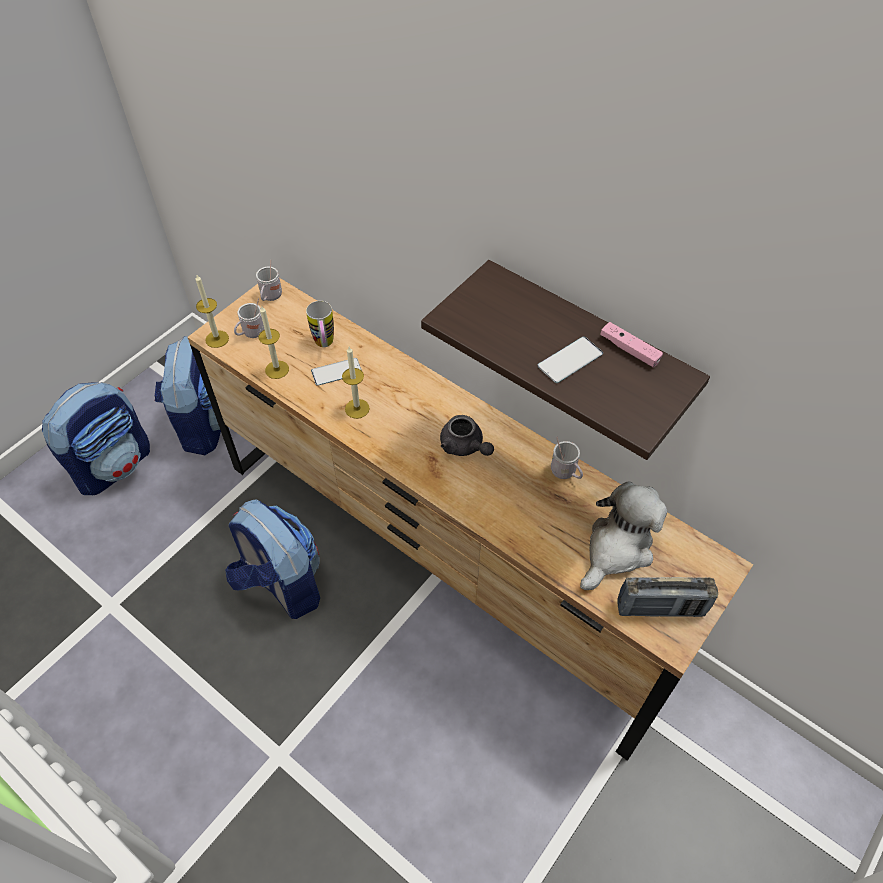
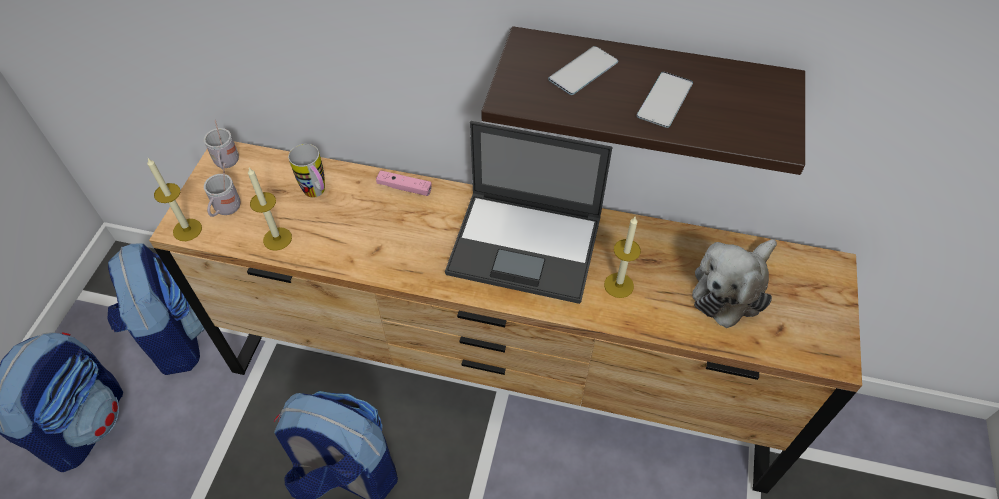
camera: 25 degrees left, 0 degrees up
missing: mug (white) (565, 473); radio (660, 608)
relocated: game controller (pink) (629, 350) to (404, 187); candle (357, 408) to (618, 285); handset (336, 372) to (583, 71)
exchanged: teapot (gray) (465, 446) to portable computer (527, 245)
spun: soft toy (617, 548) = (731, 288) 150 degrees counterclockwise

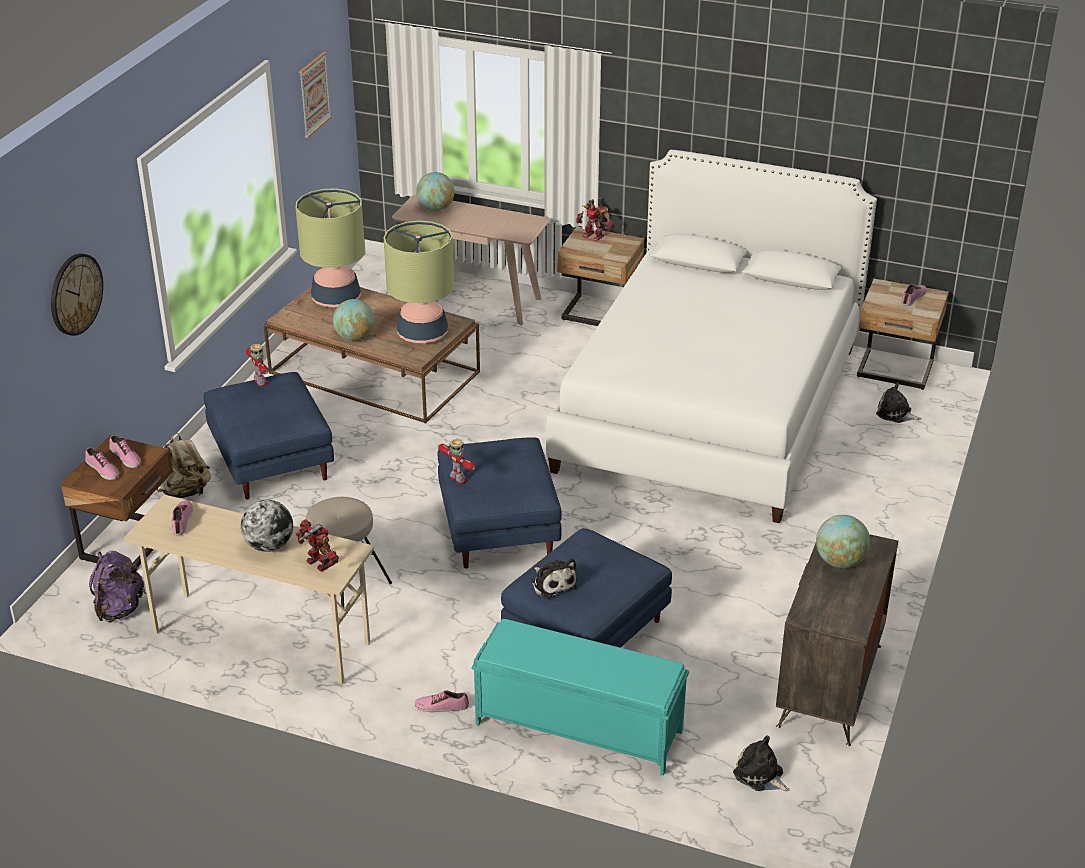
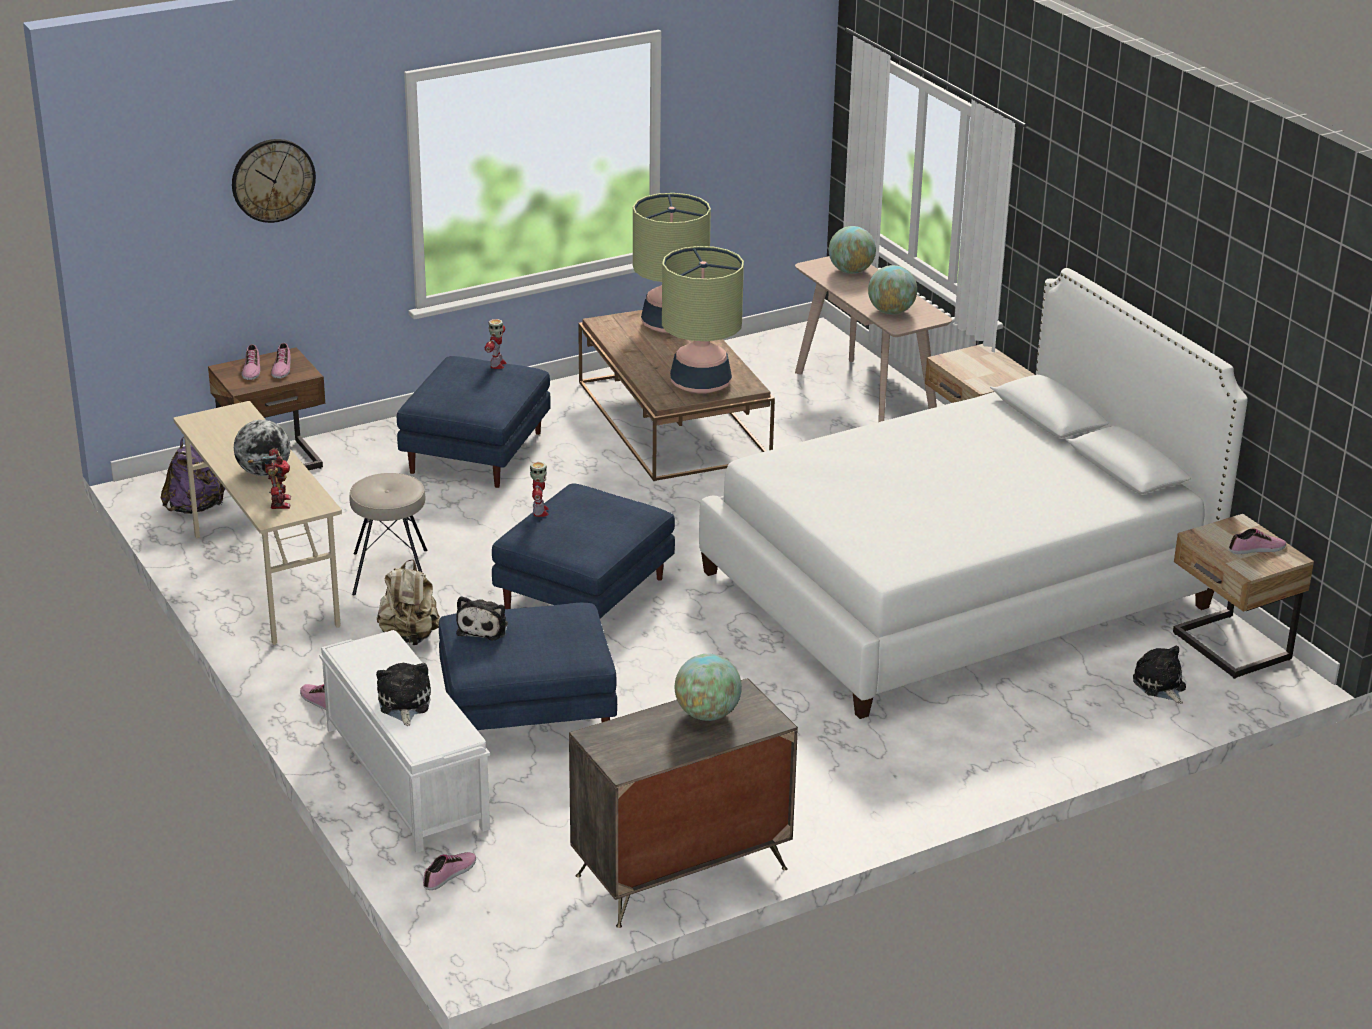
camera: 40 degrees right, 5 degrees down
missing: wall art (313, 94); model robot (594, 235)
relocated: world globe (355, 337) to (891, 312); backpack (beige) (185, 491) to (410, 636); shoe (182, 520) to (450, 874); soft toy (760, 775) to (404, 704)
colour: indoor bench (turquoise) (577, 727) to indoor bench (white) (405, 777)

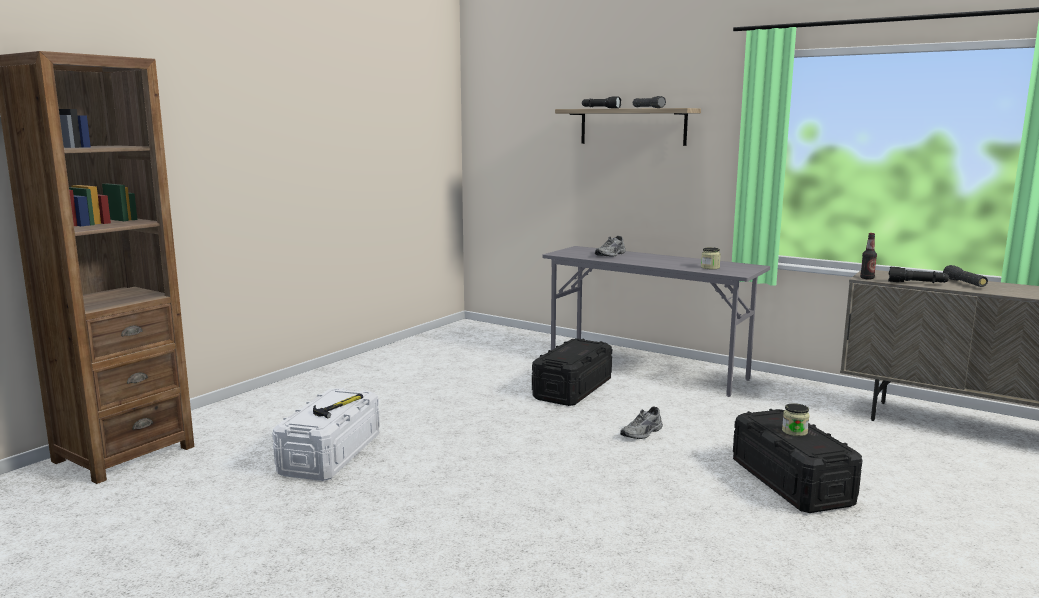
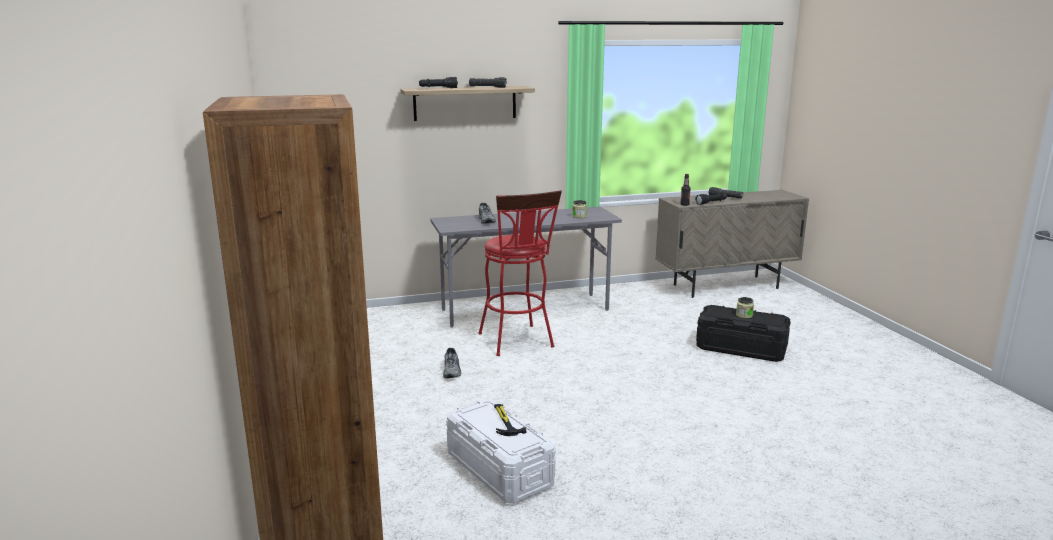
camera: 50 degrees left, 5 degrees up
relocated: shoe (gray) (643, 433) to (452, 371)
exchanged: storage box (blackish) (572, 389) to sitting stool (reddish) (518, 342)

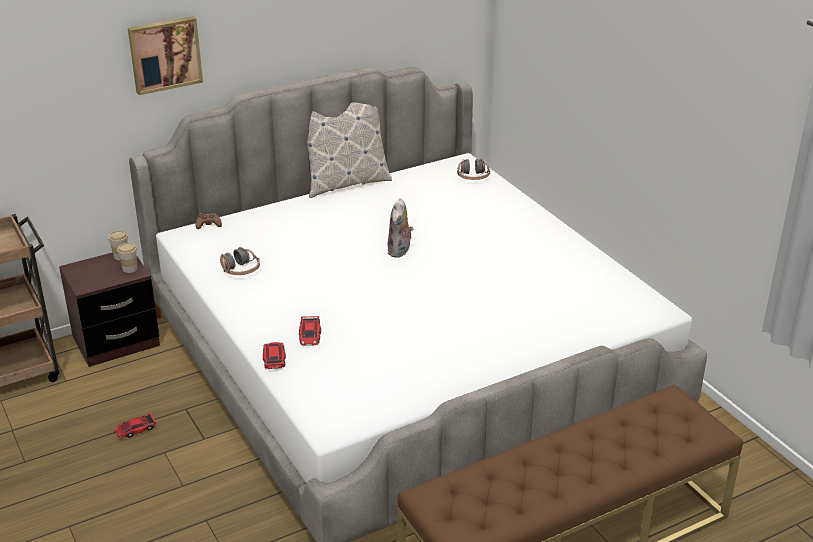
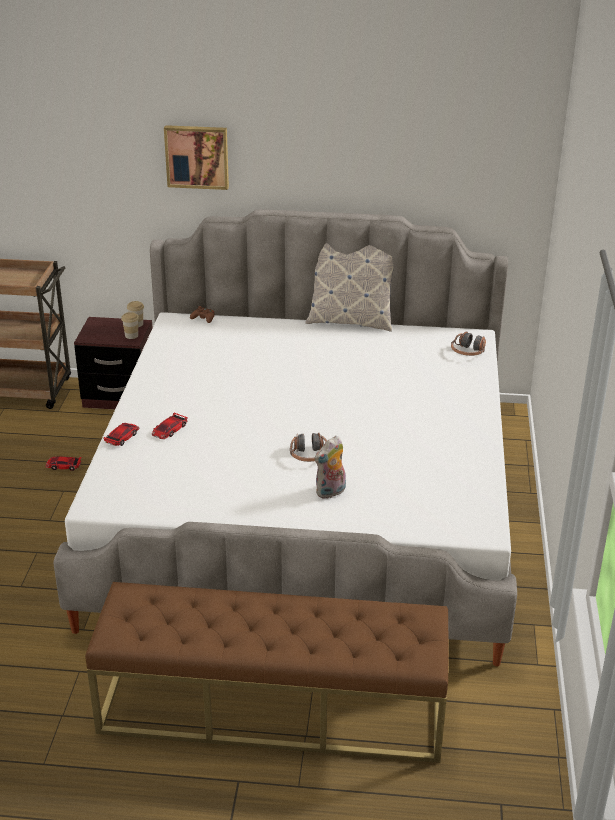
camera: 35 degrees right, 0 degrees up
relocated: soft toy (400, 251) to (331, 492); headset (240, 270) to (309, 455)

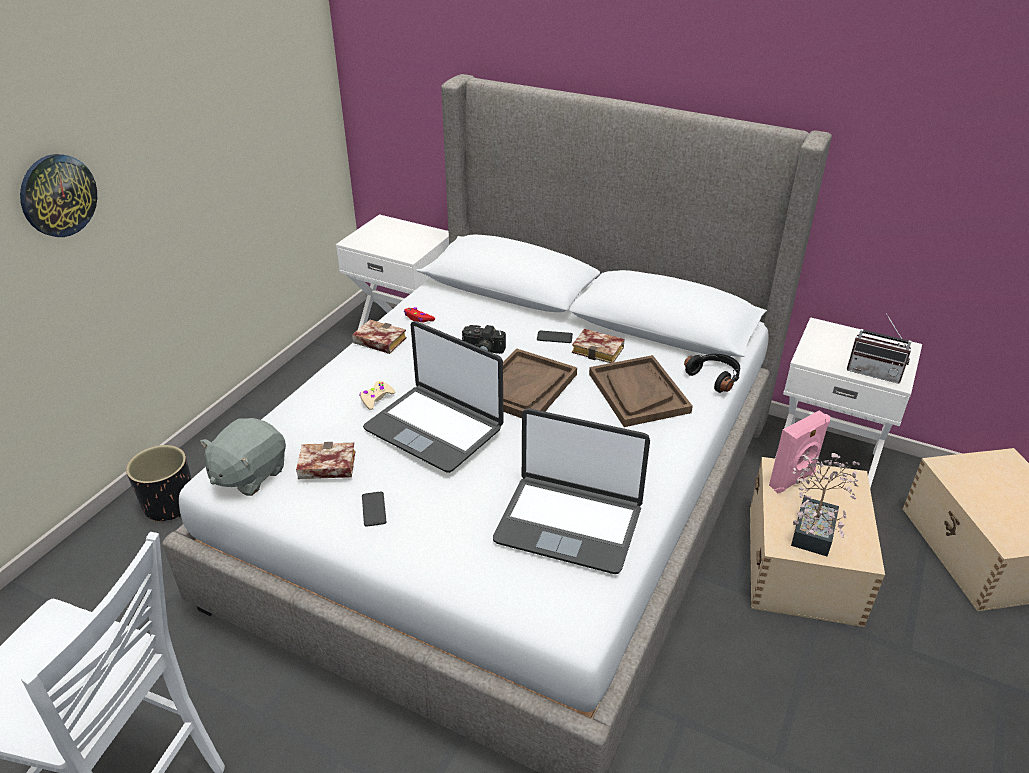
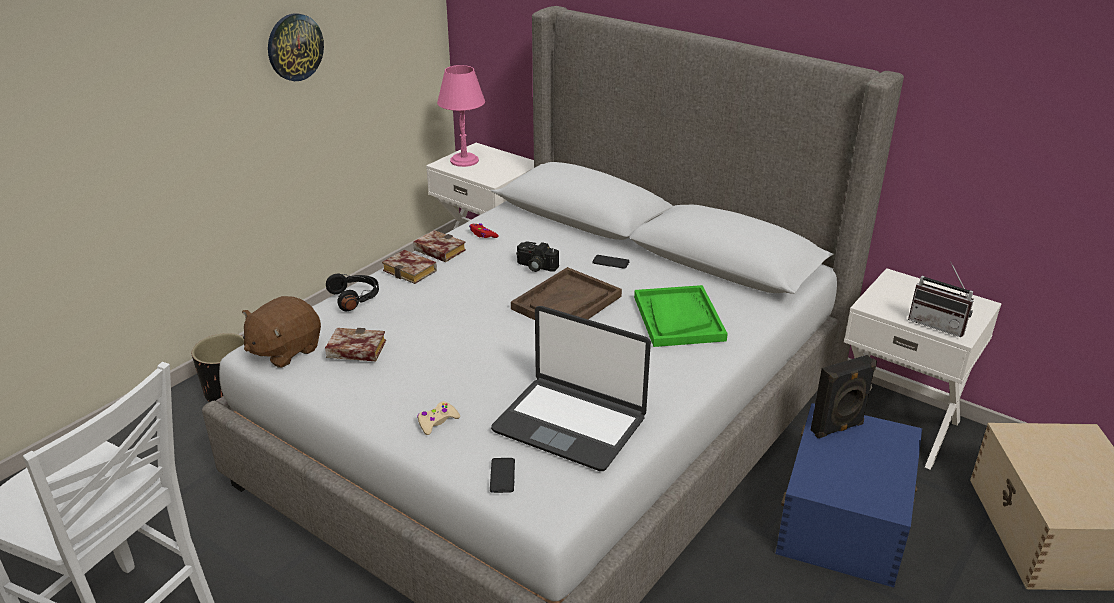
camera: 10 degrees right, 5 degrees down
missing: portable computer (434, 428); houseplant (815, 528)
appeared: lamp for a table (pink) (464, 161)
relocated: hanging clock (58, 195) to (294, 47); volume (600, 350) to (412, 271); headset (blackish) (715, 377) to (355, 298); game controller (beige) (376, 398) to (437, 422); handset (374, 509) to (502, 475)
colour: serving tray (brown) (638, 393) to serving tray (greenish) (678, 318); loudspeaker (pink) (793, 480) to loudspeaker (blackish) (838, 428); soft toy (gray) (249, 474) to soft toy (brown) (284, 350); storage box (beige) (803, 561) to storage box (bluish) (845, 517)

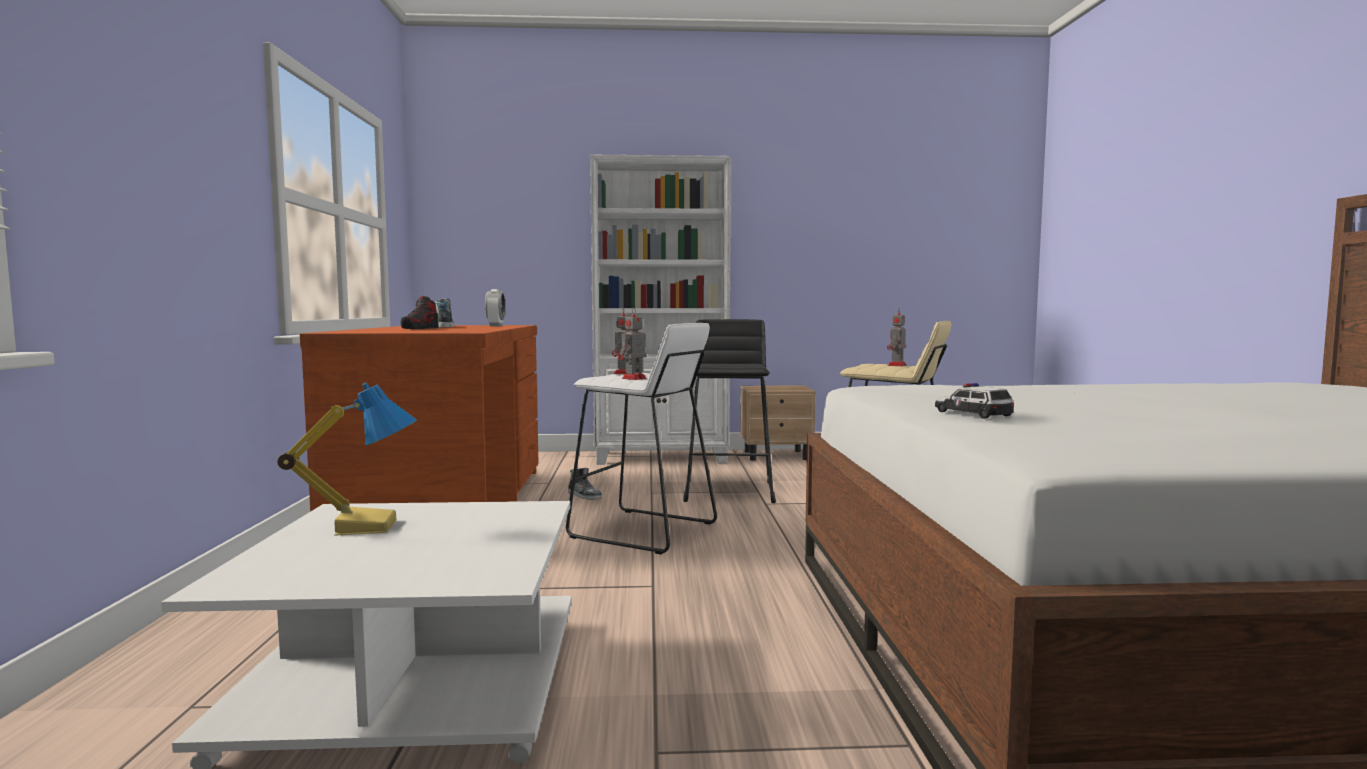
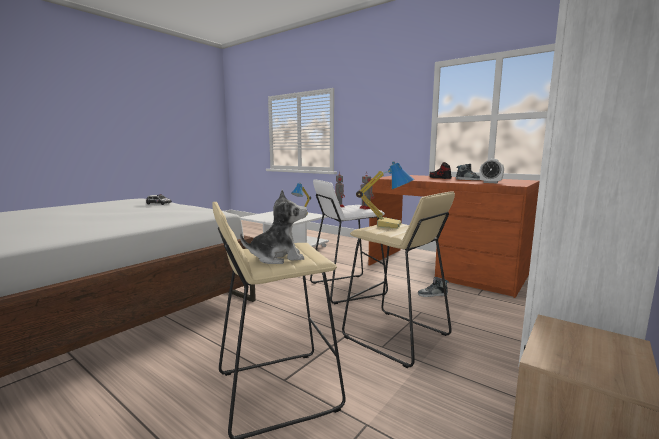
camera: 130 degrees right, 5 degrees up
appeared: lamp for a table (388, 225)
exchanged: model robot (896, 365) to soft toy (277, 258)
colour: sitting stool (blackish) (730, 491) to sitting stool (beige) (396, 337)

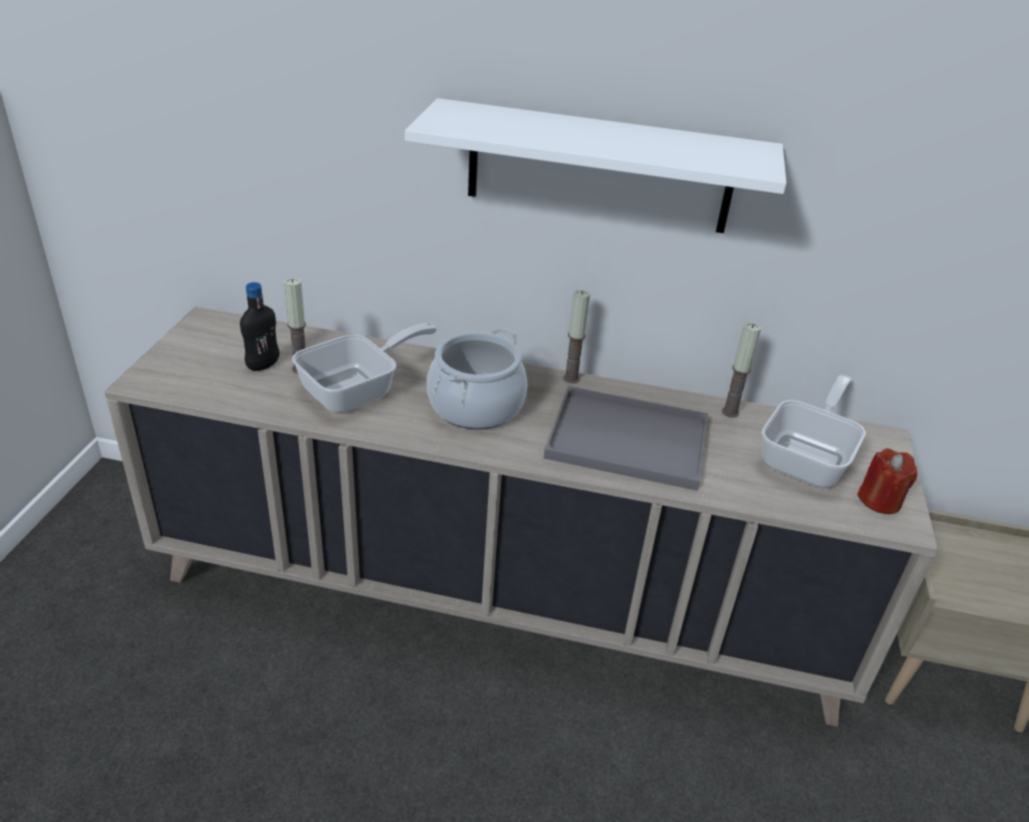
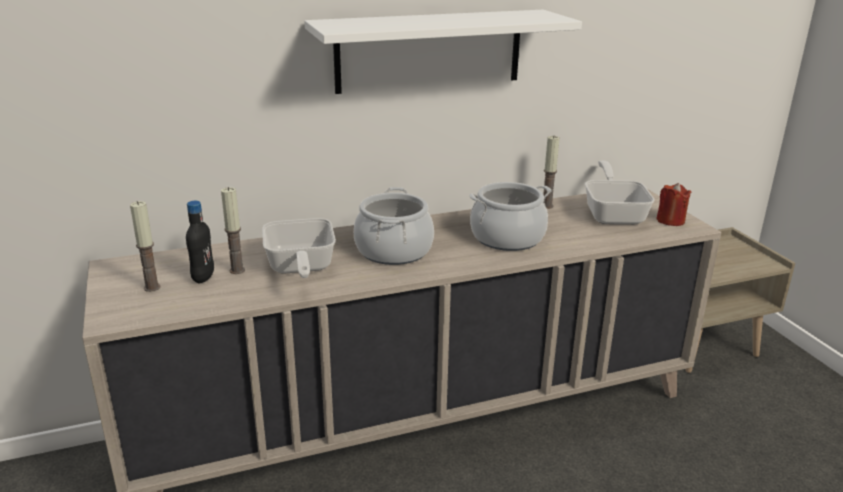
camera: 30 degrees left, 10 degrees down
relocated: candle (571, 378) to (152, 287)
exchanged: serving tray (gray) (624, 440) to stockpot (507, 238)
spun: pan (358, 390) = (299, 268) 150 degrees clockwise

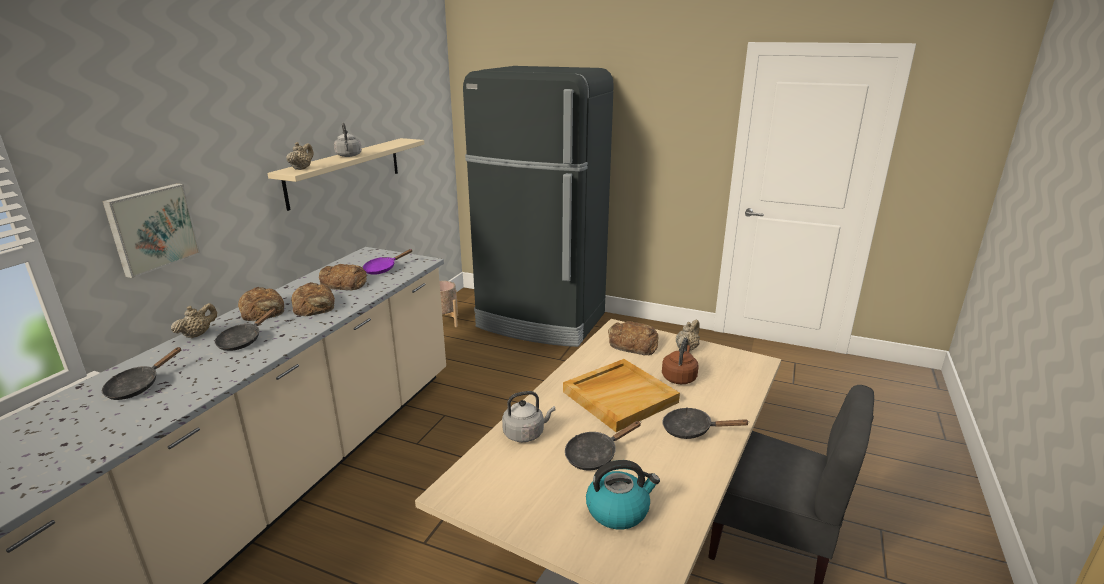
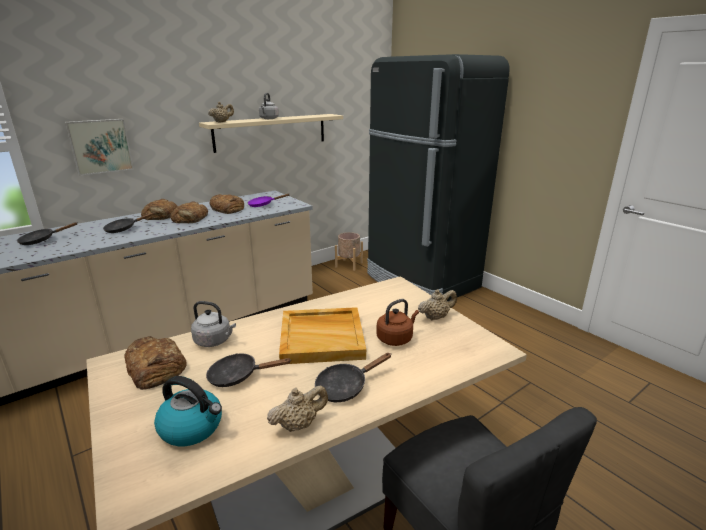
camera: 30 degrees right, 0 degrees up
relocated: teapot (beige) (198, 334) to (299, 424); baked bread (633, 344) to (155, 368)
spun: pan (blackish) (692, 430) = (345, 387) 75 degrees counterclockwise

